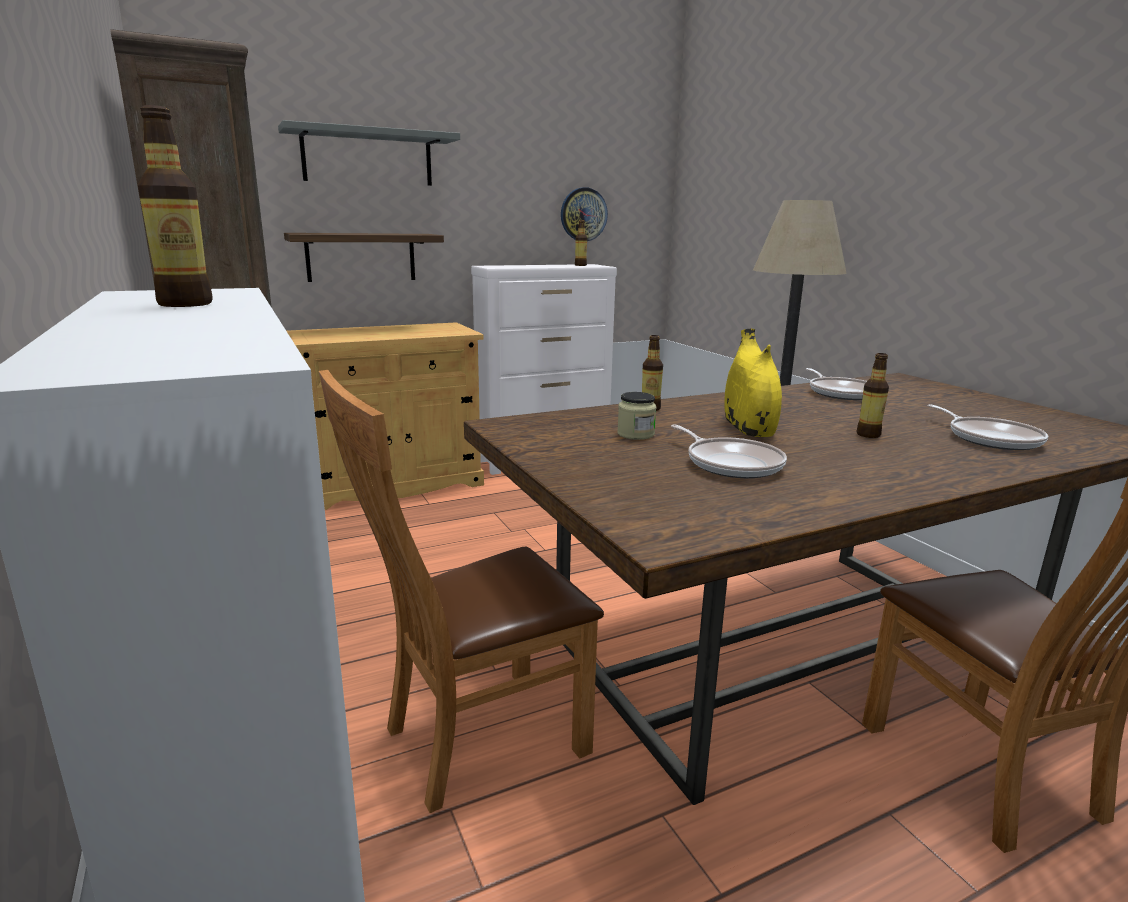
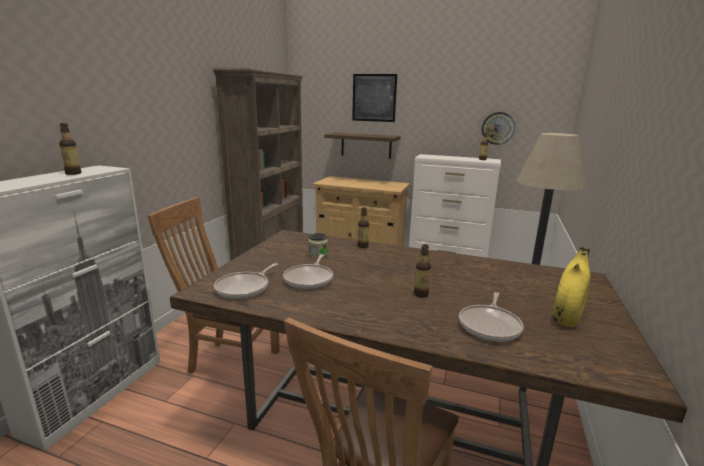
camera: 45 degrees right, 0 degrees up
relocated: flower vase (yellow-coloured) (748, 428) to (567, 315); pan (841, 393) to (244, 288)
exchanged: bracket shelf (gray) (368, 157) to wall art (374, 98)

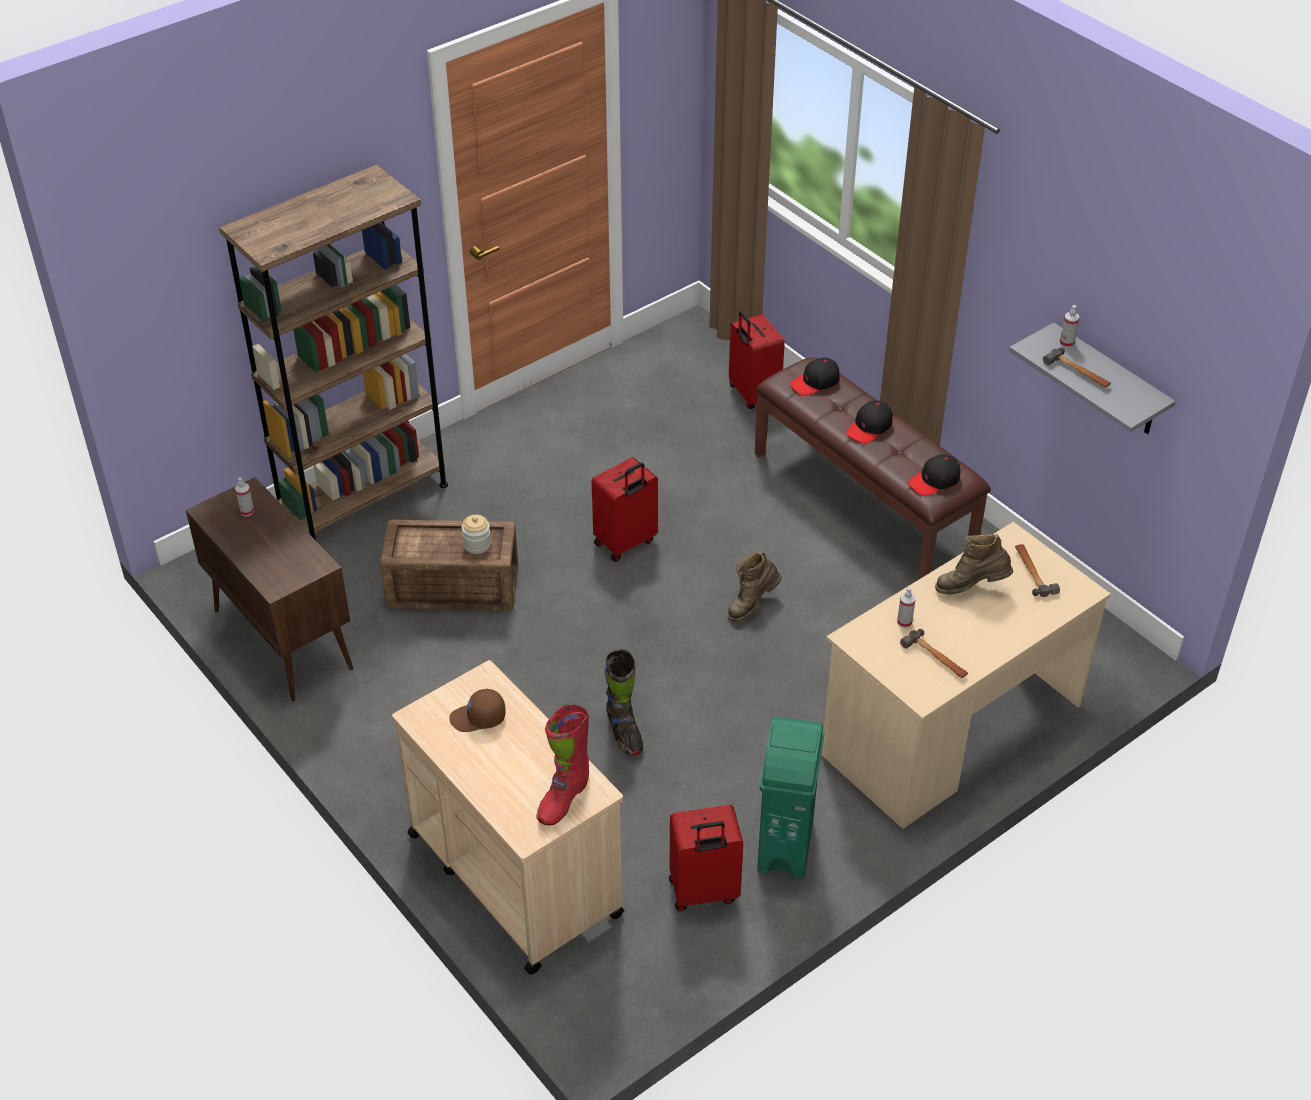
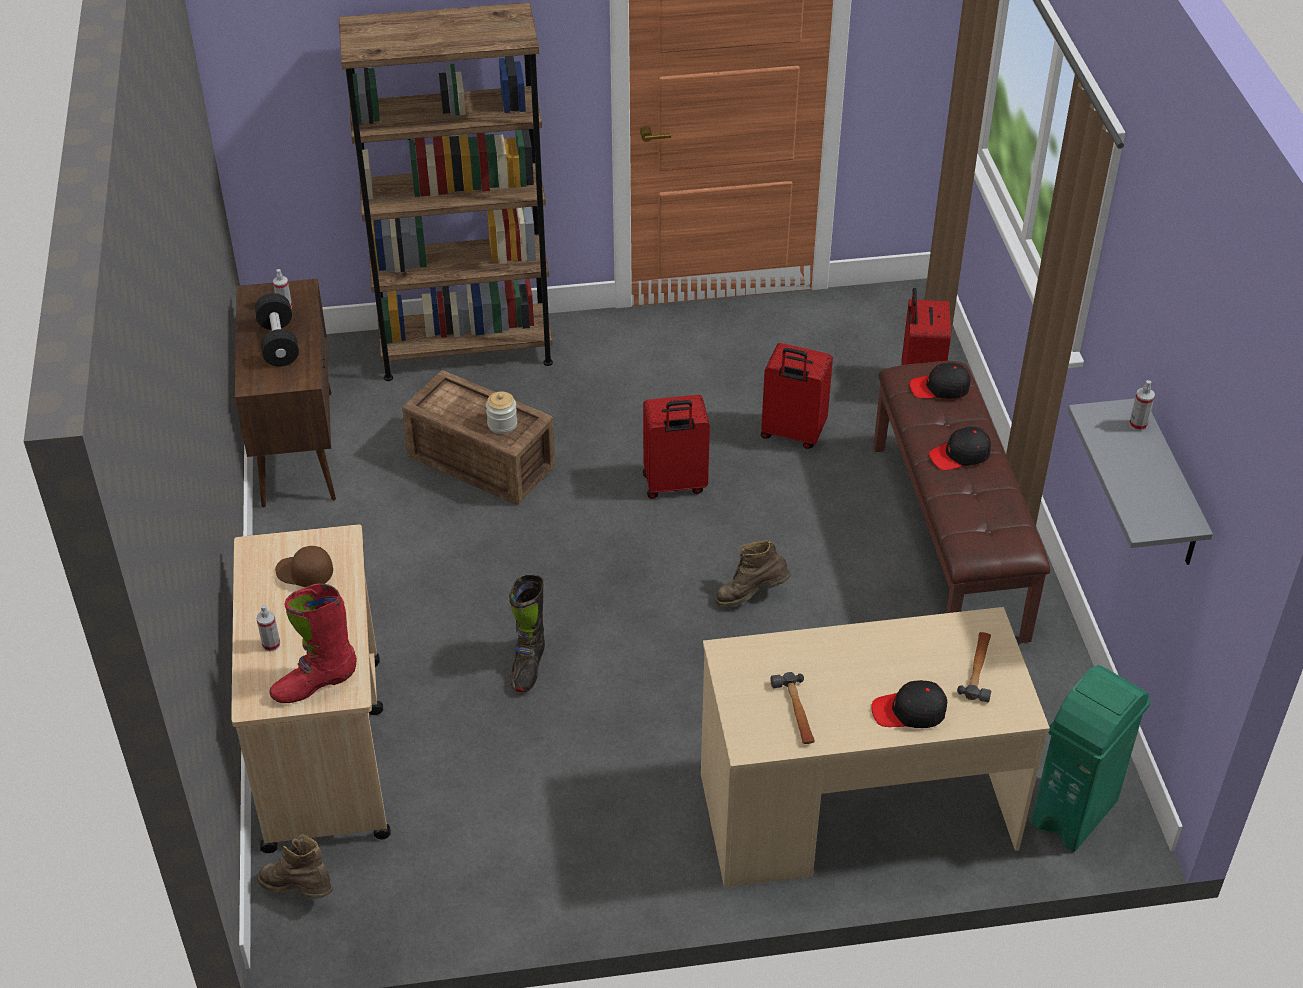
camera: 30 degrees right, 0 degrees up
missing: hand hammer (1077, 373)
appeared: hand weight (blackish) (279, 343)
relocated: baseball cap (blackish) (934, 481) to (909, 712); boot (brown) (971, 587) to (299, 890); hand sprayer (904, 622) to (271, 644); rubbish bin (greenish) (786, 845) to (1075, 812); suitcase (reddish) (703, 892) to (792, 434)

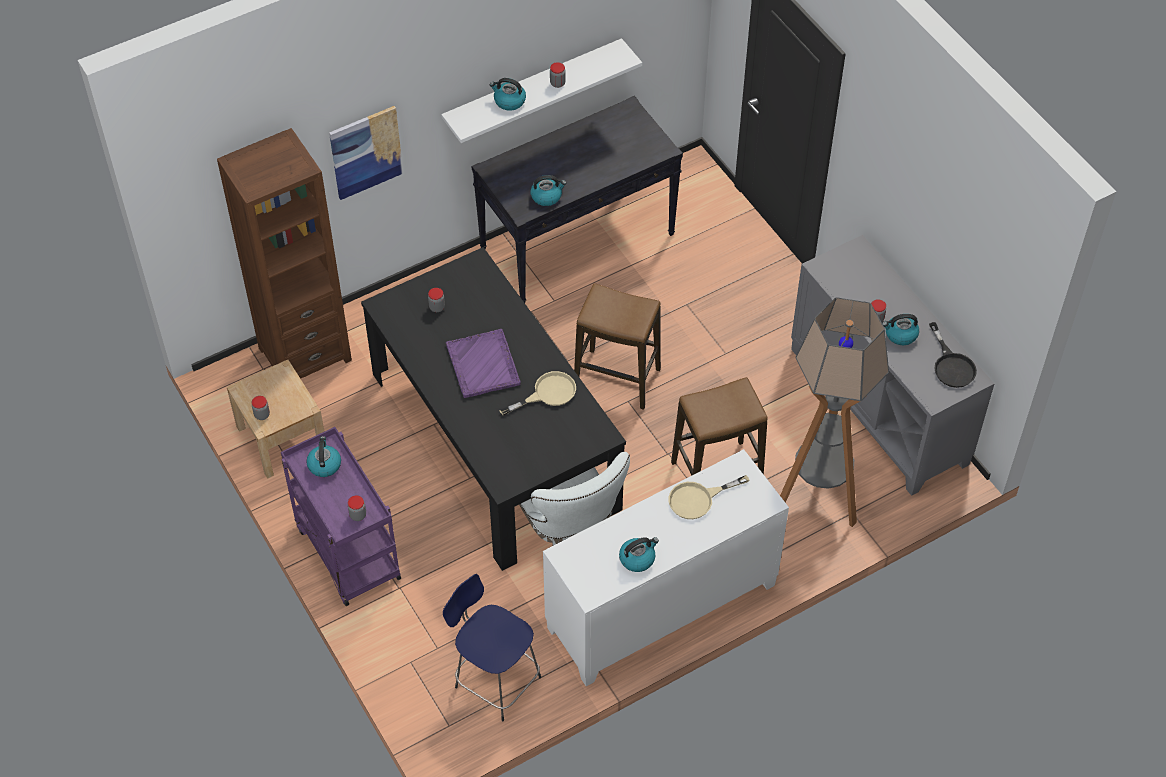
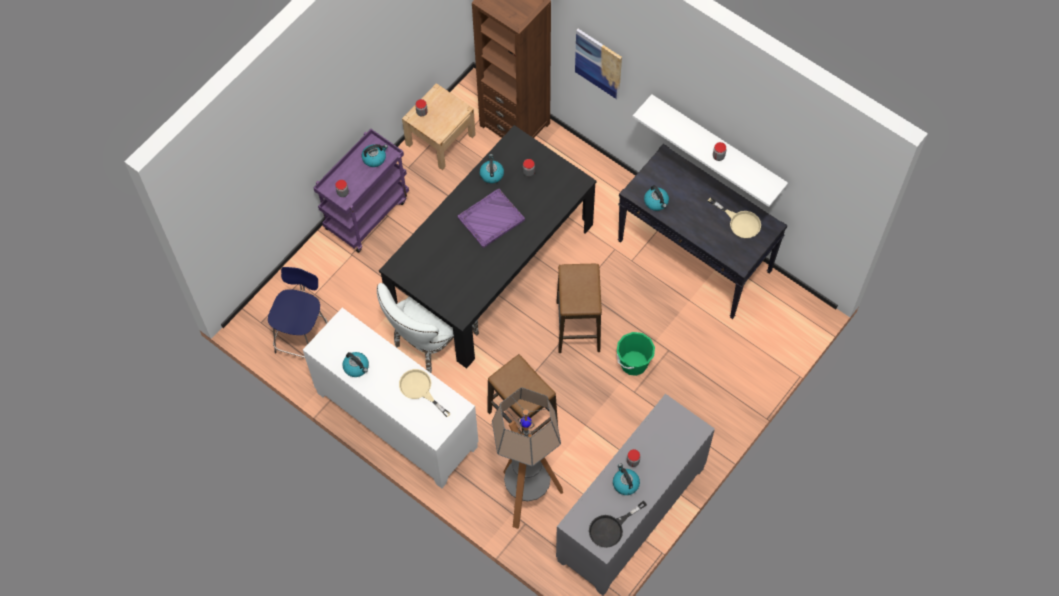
camera: 70 degrees right, 10 degrees up
appeared: bucket (greenish) (633, 363)
relocated: tea kettle (509, 101) to (491, 174); pan (beige) (547, 393) to (740, 222)

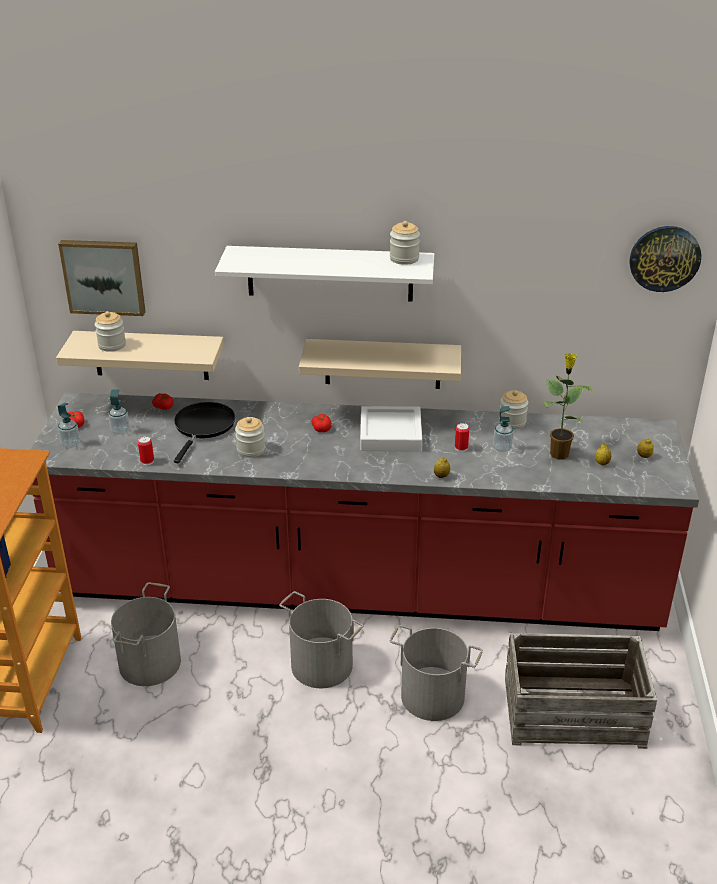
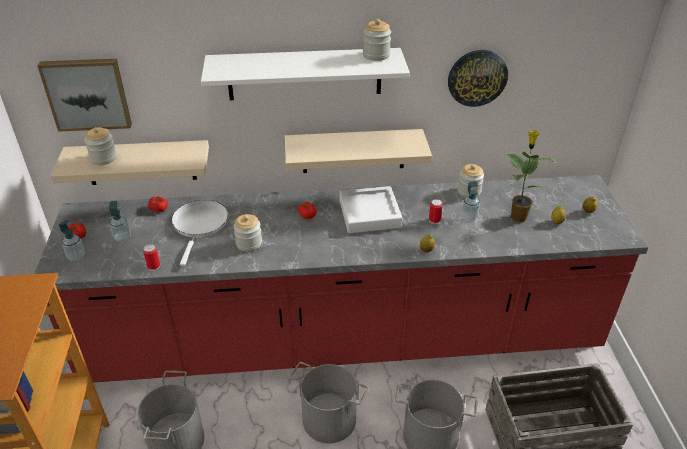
camera: 10 degrees left, 5 degrees up
relocated: hanging clock (664, 258) to (477, 77)
colour: pan (blackish) (203, 427) to pan (white) (199, 225)

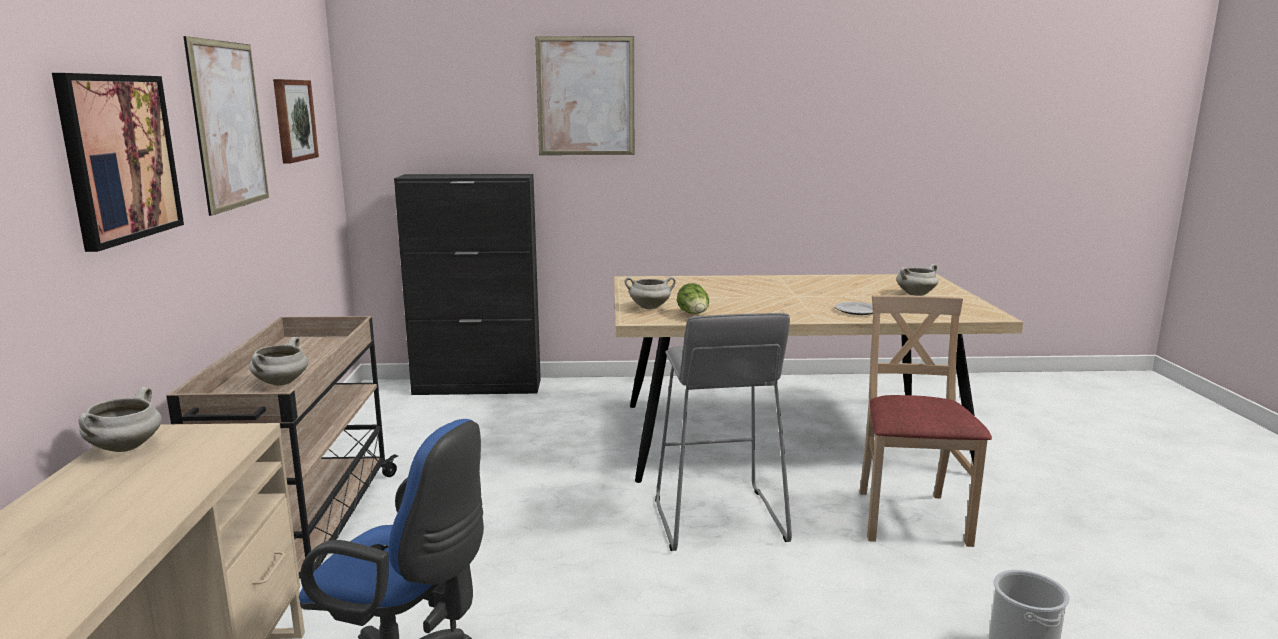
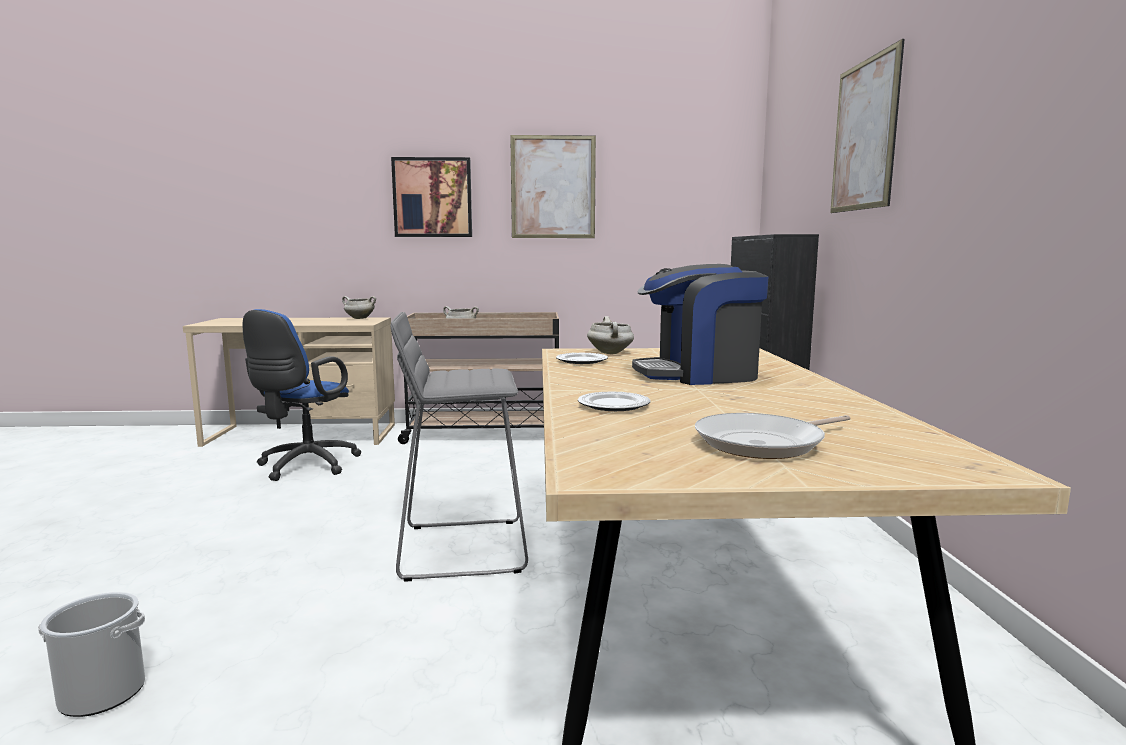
camera: 90 degrees right, 5 degrees down
missing: wall art (293, 120); plain chair (beige) (910, 517)
appeared: coffee maker (699, 374)
exchanged: stockpot (white) (915, 294) to pan (764, 443); lettuce (694, 314) to dinner plate (582, 361)

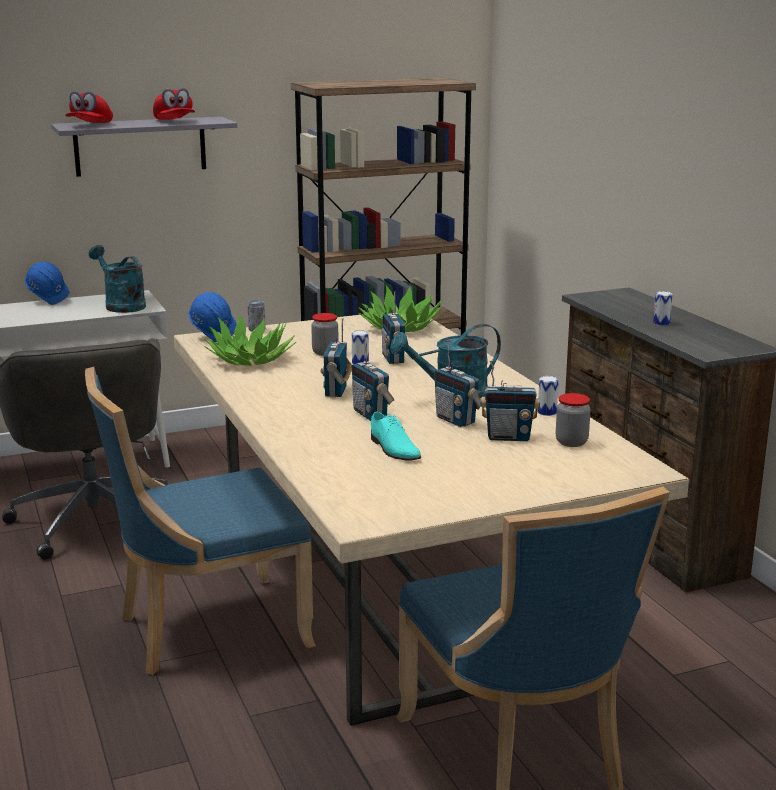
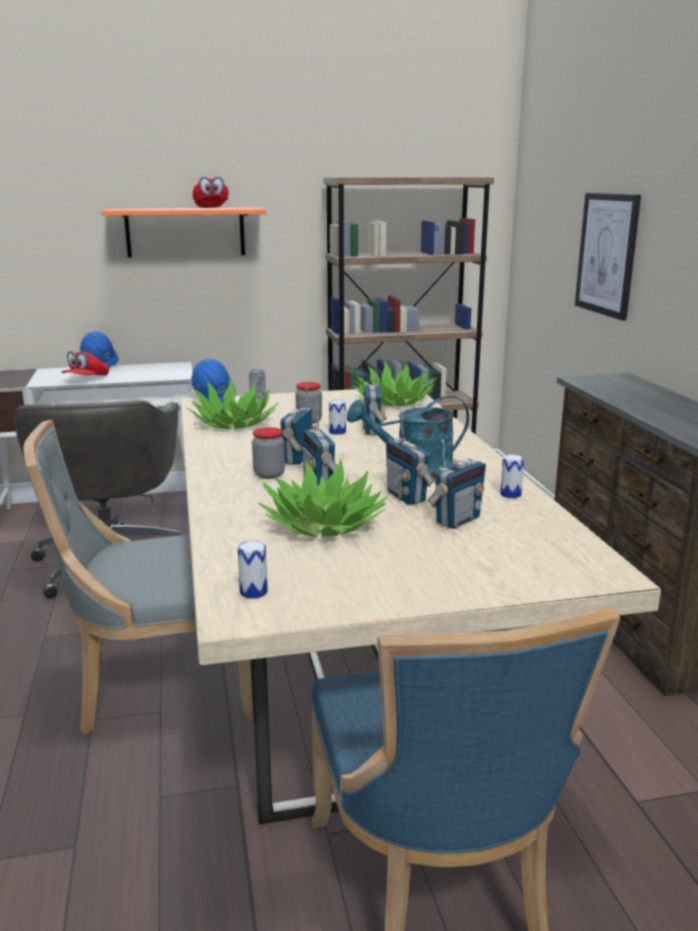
camera: 10 degrees right, 0 degrees up
missing: watering pot (turquoise) (121, 305)
appeared: wall art (607, 254)
relocated: baseball cap (reddish) (90, 125) to (86, 379); can (661, 323) to (253, 592); preserve jar (571, 442) to (269, 474)
exchanged: shoe (turquoise) (393, 449) to houseplant (323, 524)
colour: bracket shelf (gray) (140, 146) to bracket shelf (orange-coloured) (185, 232); plain chair (bluish) (206, 629) to plain chair (gray) (159, 688)
spun: radio (508, 437) = (457, 520) 60 degrees counterclockwise

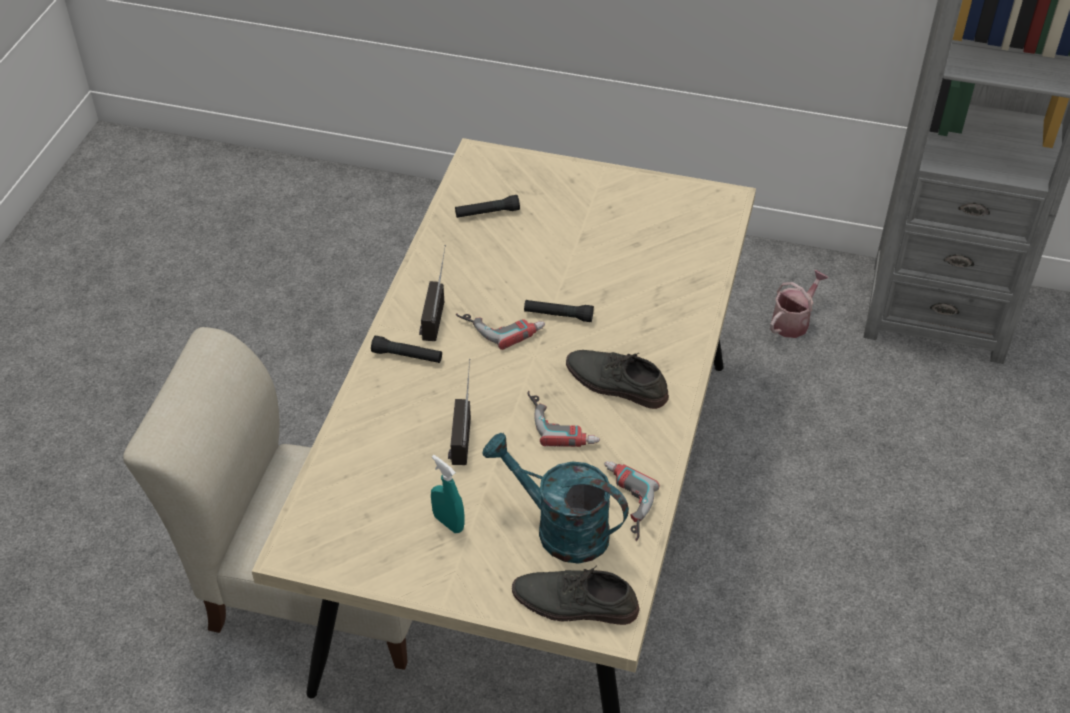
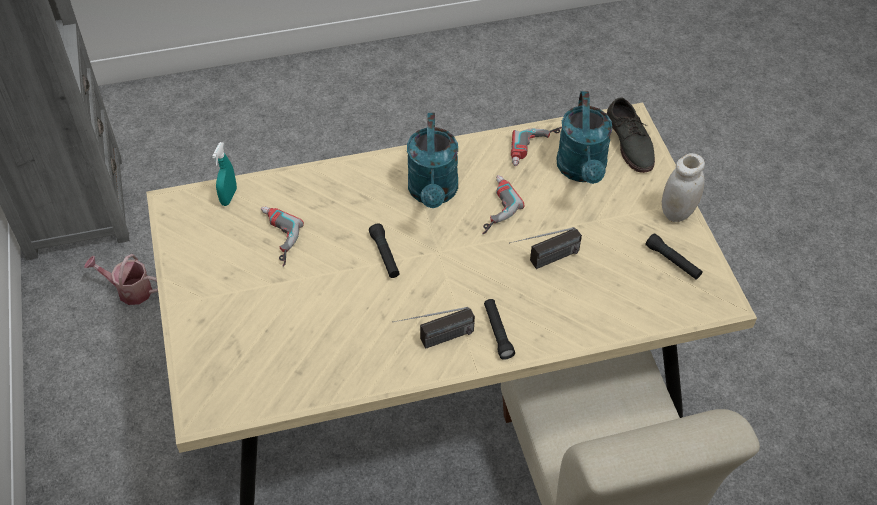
camera: 120 degrees left, 5 degrees up
appeared: preserve jar (white) (677, 212)
relocated: flashlight (blackish) (487, 213) to (673, 261); drill (501, 325) to (274, 238); hand sprayer (turquoise) (448, 523) to (228, 197)
exchanged: shoe (gray) (615, 383) to watering pot (turquoise) (433, 193)

